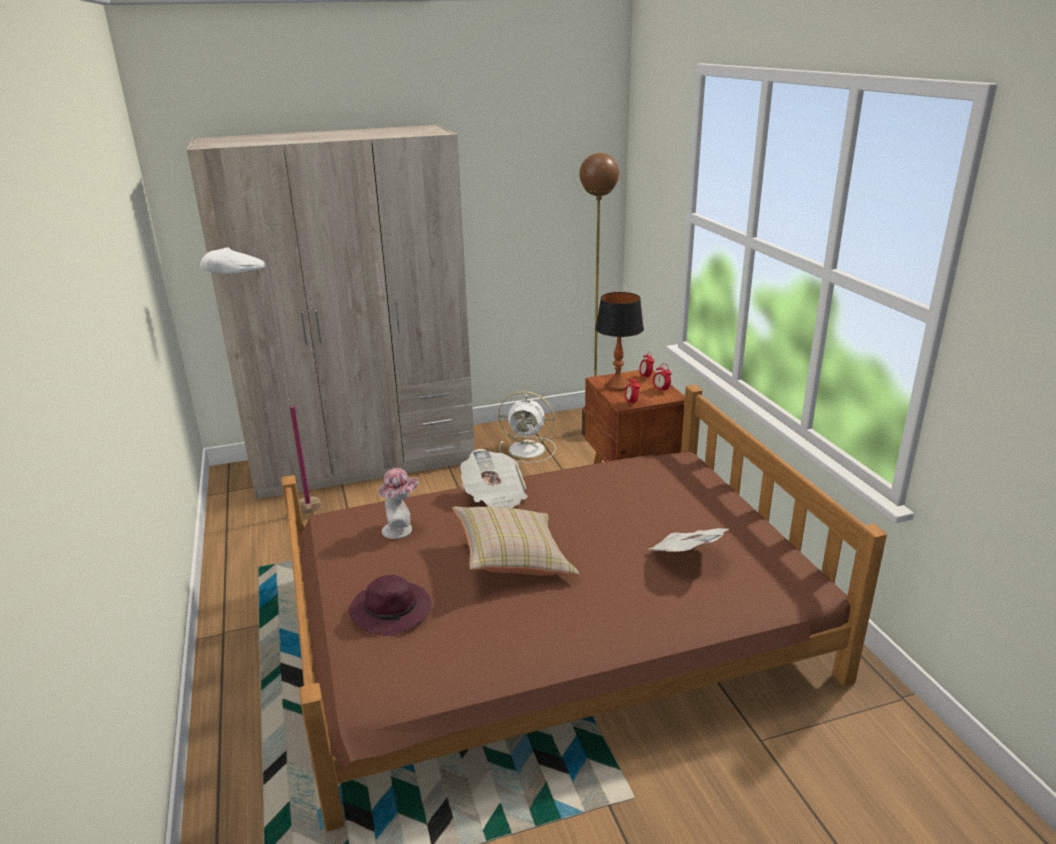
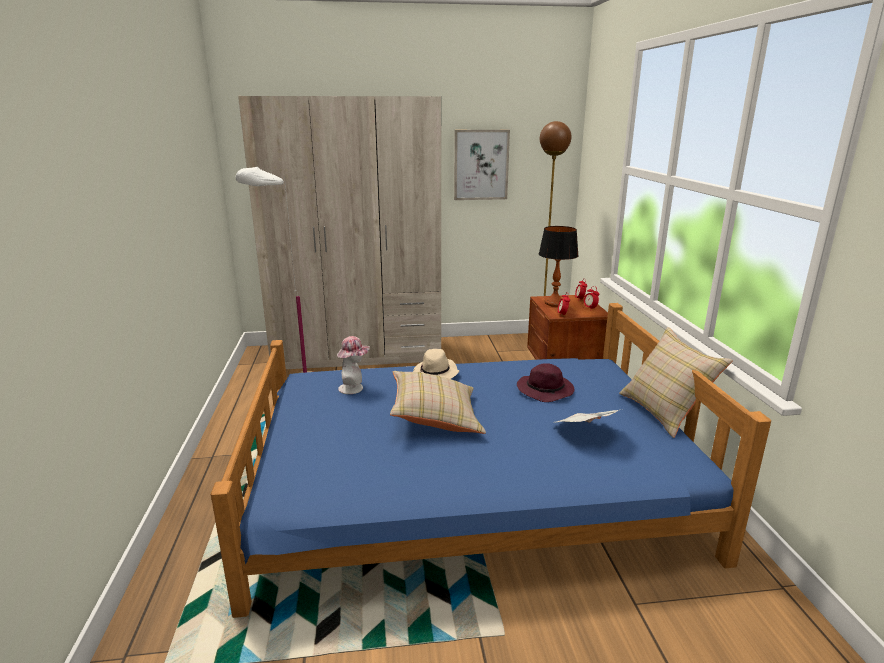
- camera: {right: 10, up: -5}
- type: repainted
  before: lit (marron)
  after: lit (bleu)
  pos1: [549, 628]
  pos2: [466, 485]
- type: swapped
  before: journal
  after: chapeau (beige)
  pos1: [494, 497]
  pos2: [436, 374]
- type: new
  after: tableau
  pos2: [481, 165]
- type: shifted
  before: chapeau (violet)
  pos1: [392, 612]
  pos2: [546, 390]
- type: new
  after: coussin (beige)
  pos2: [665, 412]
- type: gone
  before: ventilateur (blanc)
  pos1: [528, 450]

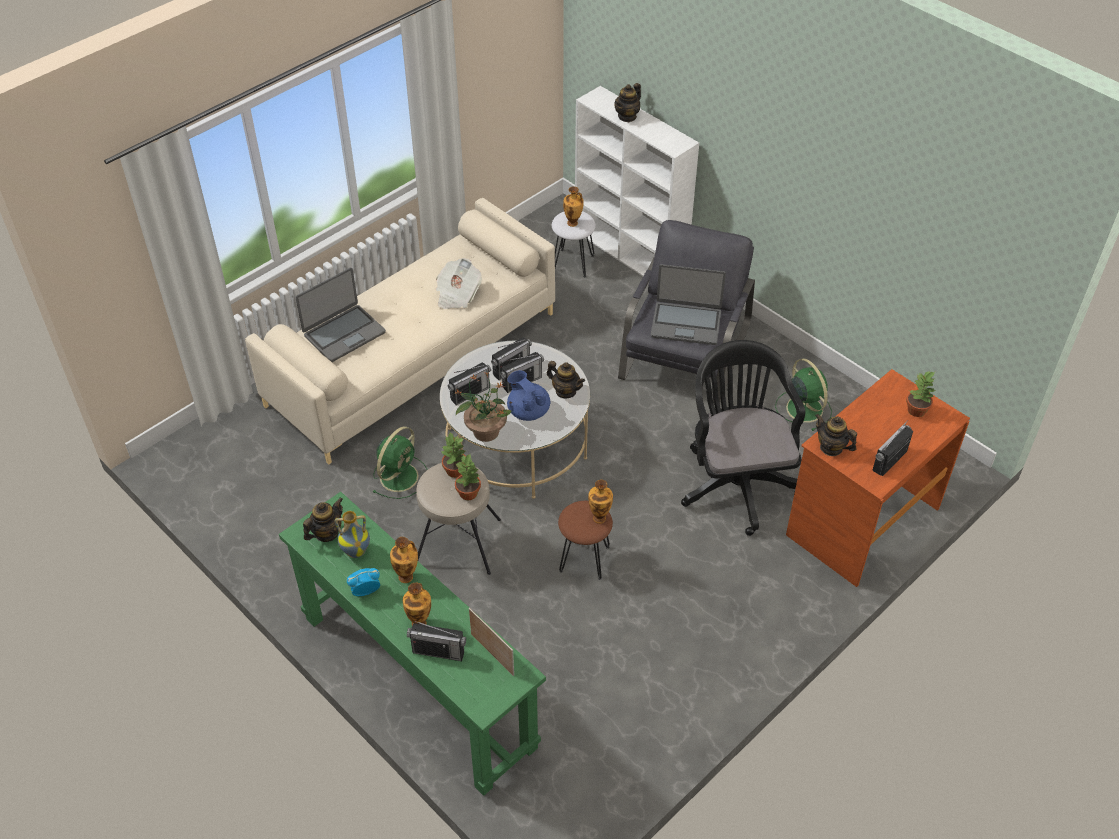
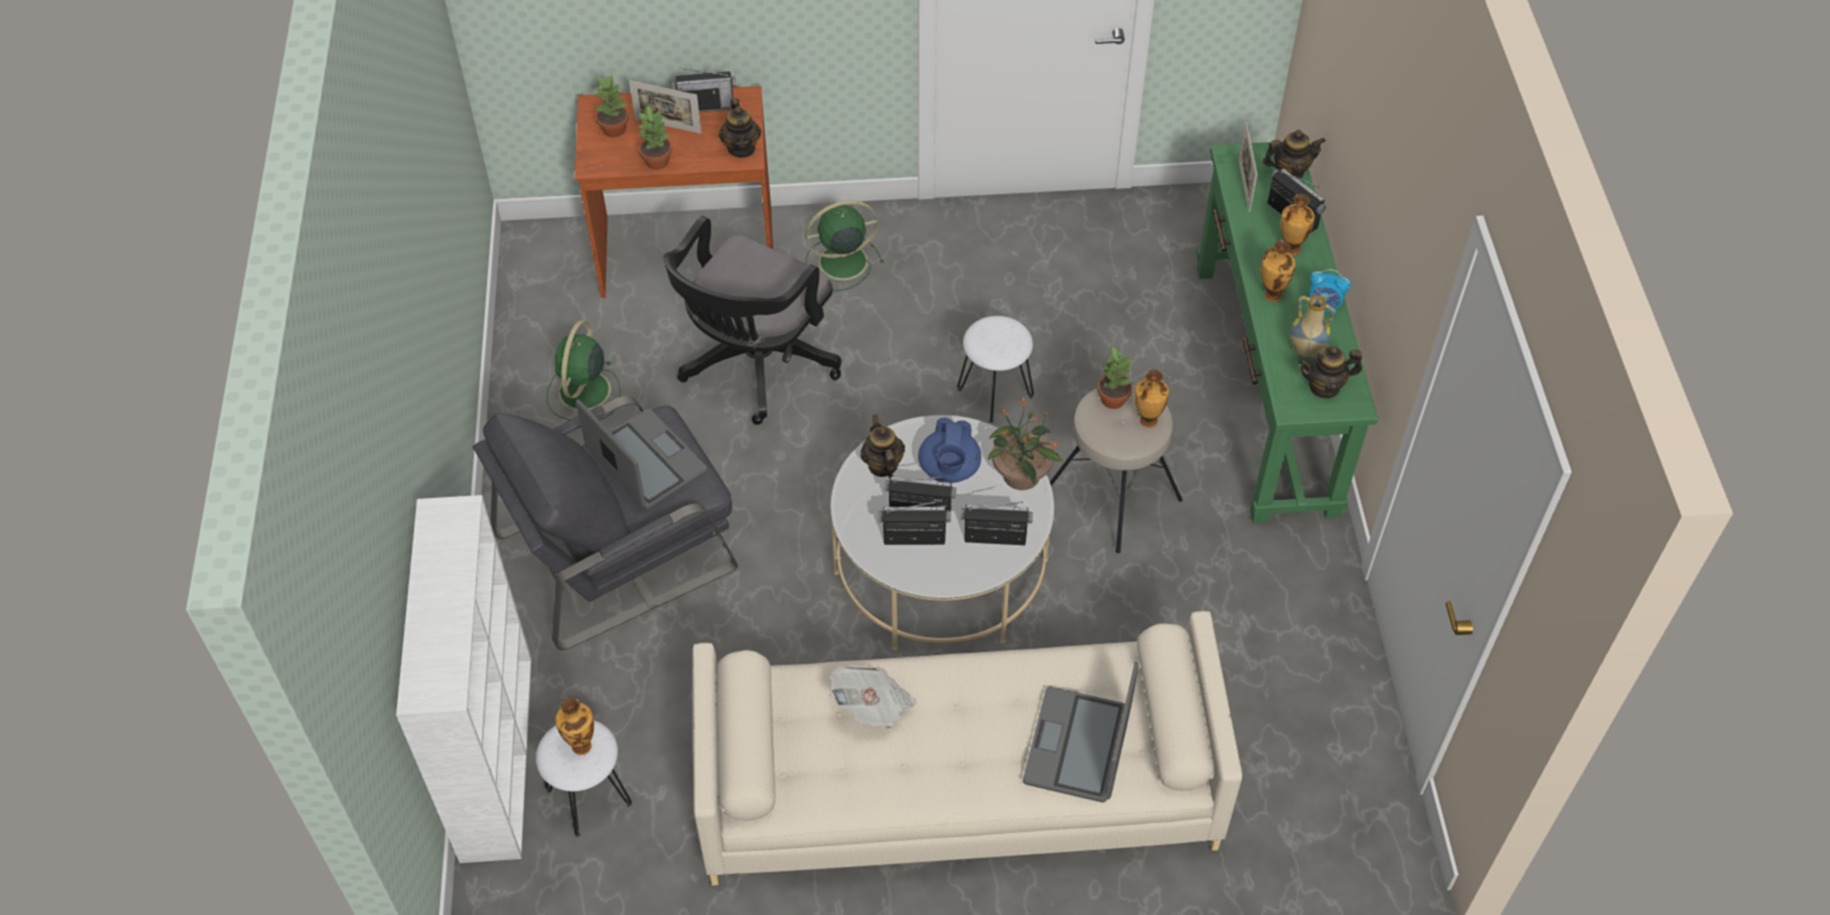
- camera: {right: -140, up: 5}
- type: new
  after: cadre photo
  pos2: [668, 126]
- type: shifted
  before: plante en pot
  pos1: [455, 471]
  pos2: [657, 161]
- type: shifted
  before: ventilateur (vert)
  pos1: [400, 476]
  pos2: [840, 262]
- type: repainted
  before: tabouret (marron)
  after: tabouret (blanc)
  pos1: [584, 559]
  pos2: [995, 392]
- type: rotated
  before: ordinateur portable
  pos1: [344, 333]
  pos2: [1078, 746]
  turn: -75
- type: shifted
  before: vase
  pos1: [599, 517]
  pos2: [1147, 421]
- type: shifted
  before: théière
  pos1: [627, 116]
  pos2: [1289, 171]

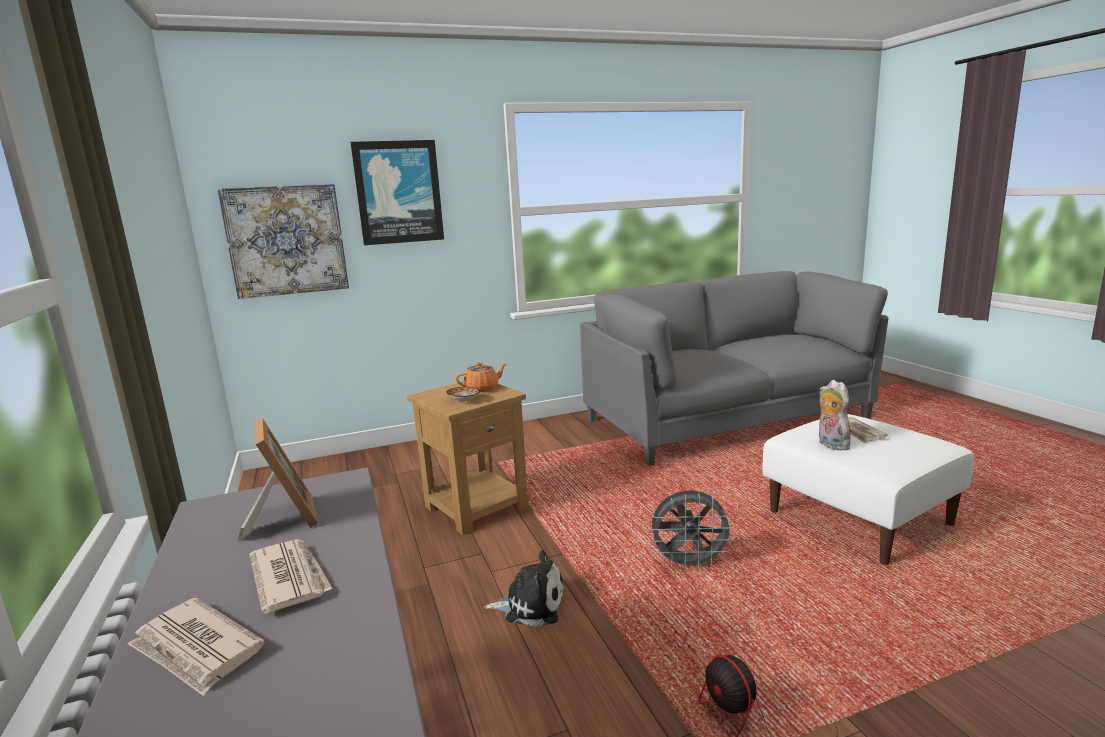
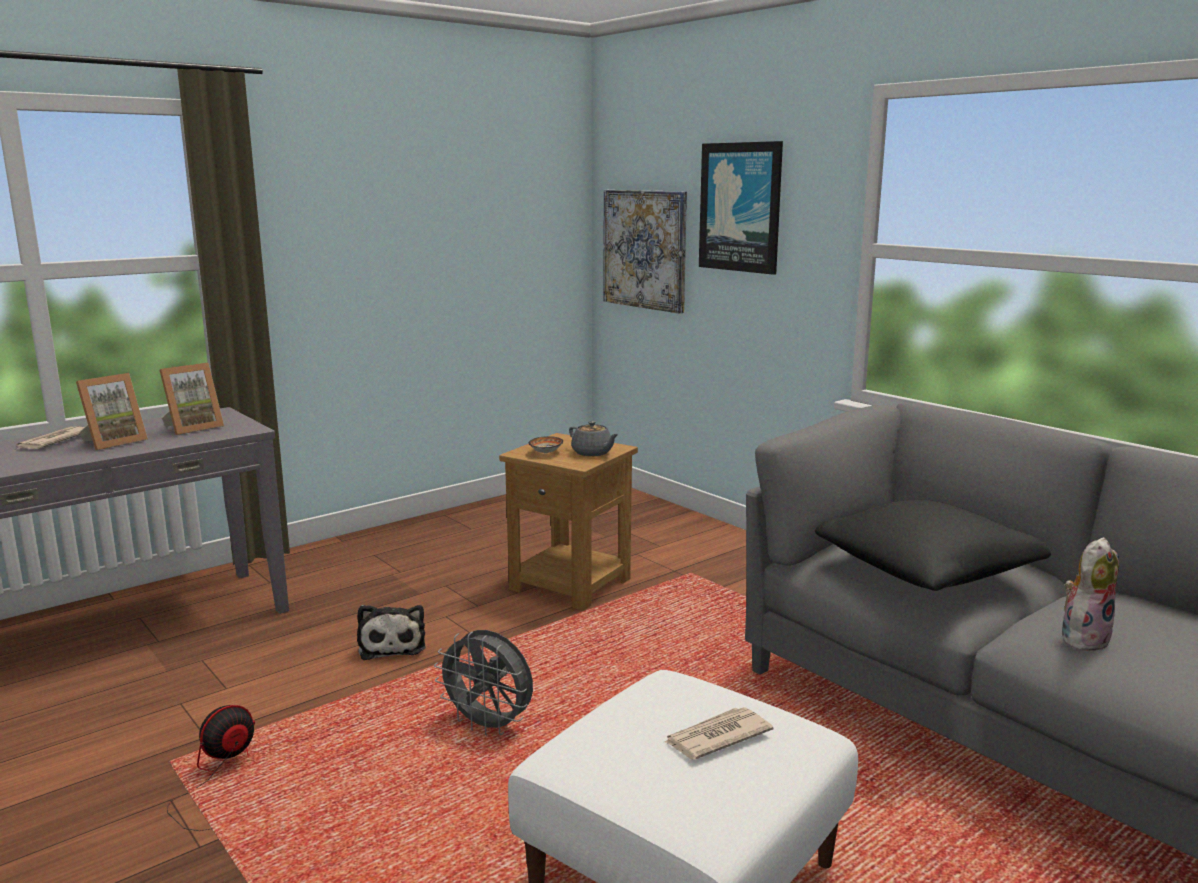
- camera: {right: 70, up: 0}
- type: swapped
  before: journal
  after: cadre photo
  pos1: [290, 577]
  pos2: [113, 442]
- type: rotated
  before: ventilateur (gris)
  pos1: [690, 564]
  pos2: [489, 726]
  turn: -45
- type: repainted
  before: théière (orange)
  after: théière (gris)
  pos1: [482, 388]
  pos2: [592, 453]
- type: new
  after: coussin (noir)
  pos2: [927, 570]
- type: shifted
  before: peluche
  pos1: [830, 444]
  pos2: [1083, 638]

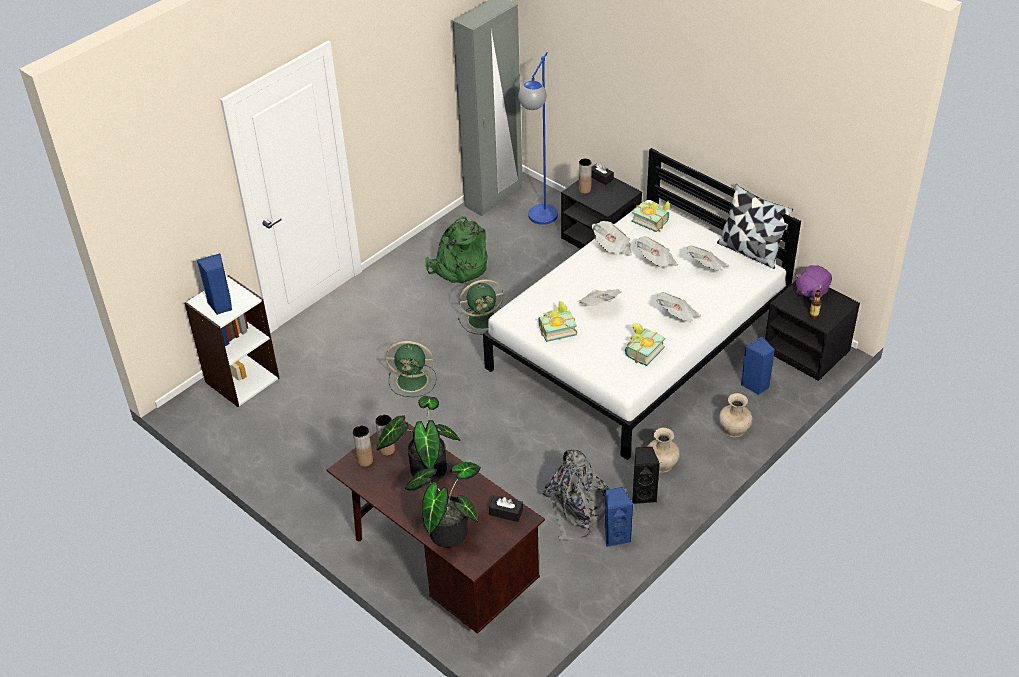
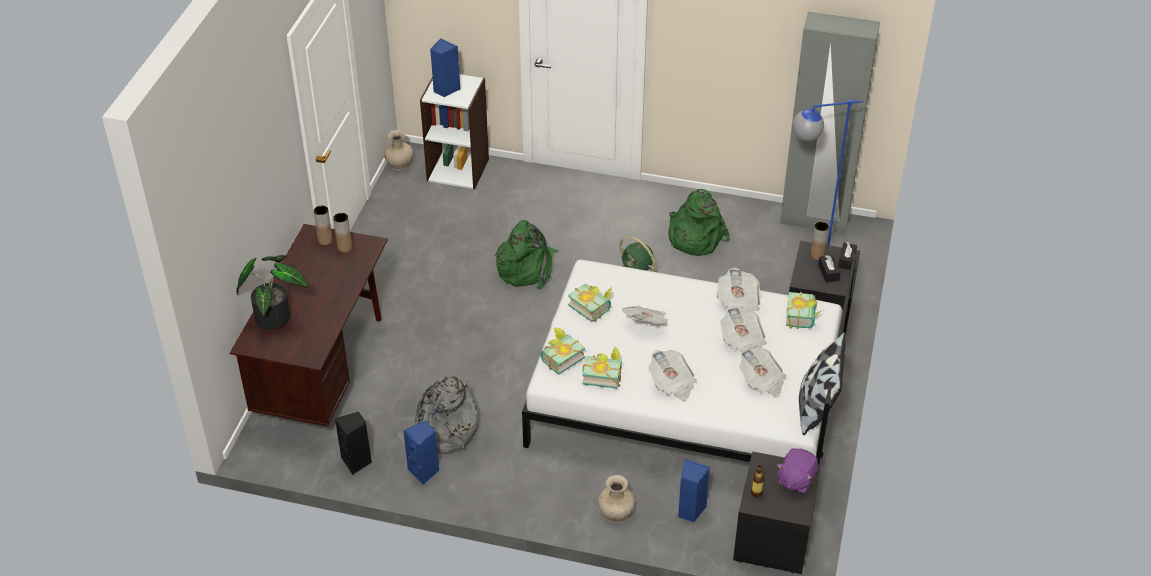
- camera: {right: 60, up: 0}
- type: shifted
  before: enceinte (noir)
  pos1: [643, 494]
  pos2: [357, 462]
- type: shifted
  before: vase (beige)
  pos1: [661, 464]
  pos2: [399, 164]
- type: swapped
  before: ventilateur (vert)
  after: sac à dos (vert)
  pos1: [413, 380]
  pos2: [527, 268]
- type: new
  after: livre
  pos2: [560, 358]
- type: rotated
  before: peluche (violet)
  pos1: [811, 292]
  pos2: [795, 480]
  turn: -75
- type: shifted
  before: boîte à mouchoirs (noir)
  pos1: [506, 512]
  pos2: [828, 272]
- type: gone
  before: plante en pot
  pos1: [424, 468]

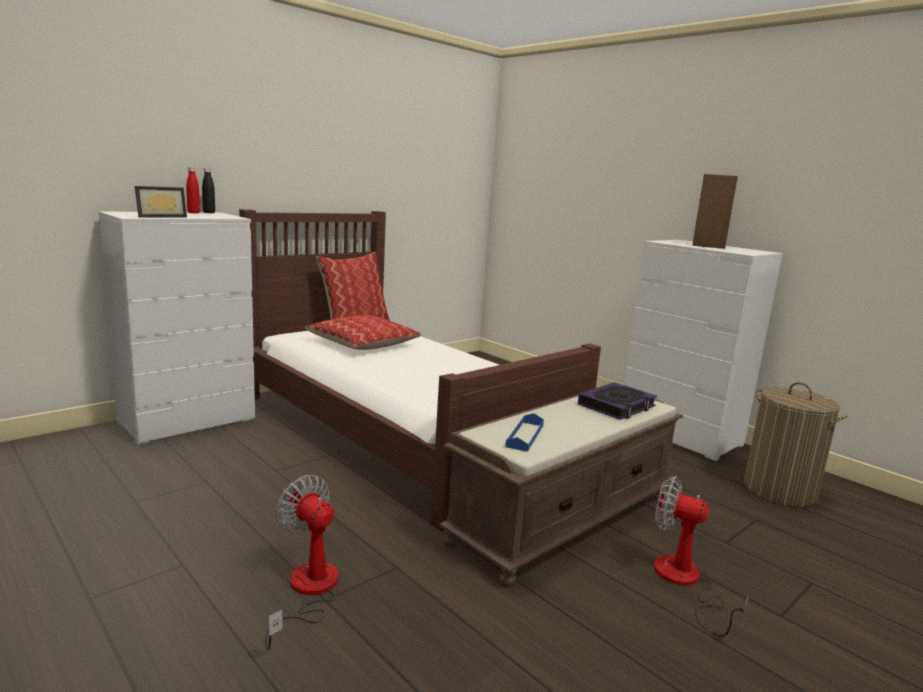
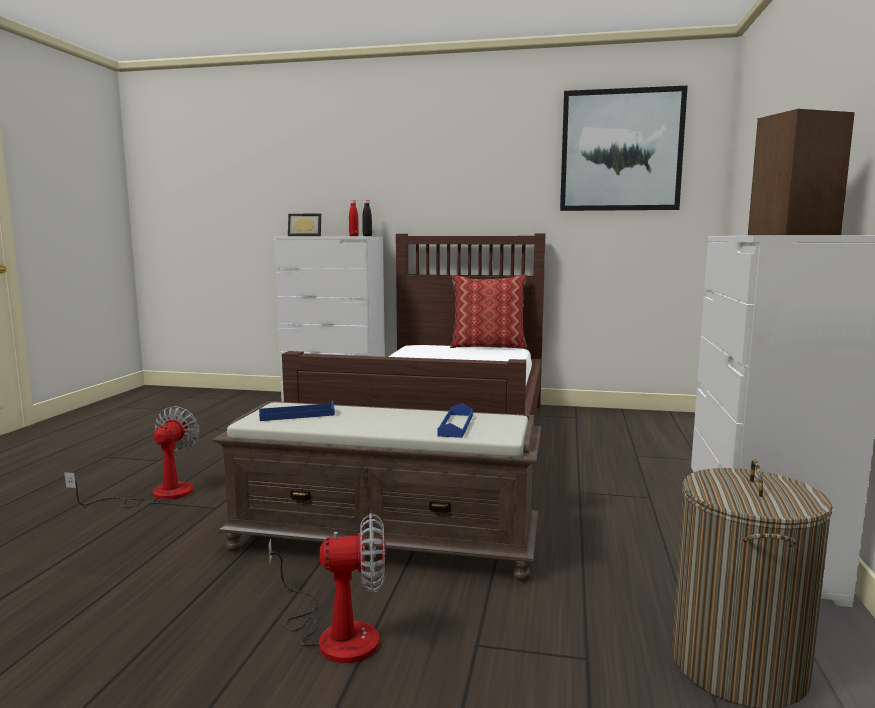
- camera: {right: 55, up: -5}
- type: rotated
  before: ventilateur
  pos1: [684, 582]
  pos2: [335, 633]
  turn: 90
- type: swapped
  before: livre
  after: plateau (bleu)
  pos1: [617, 406]
  pos2: [456, 425]
- type: new
  after: tableau
  pos2: [621, 150]
- type: gone
  before: coussin
  pos1: [362, 343]

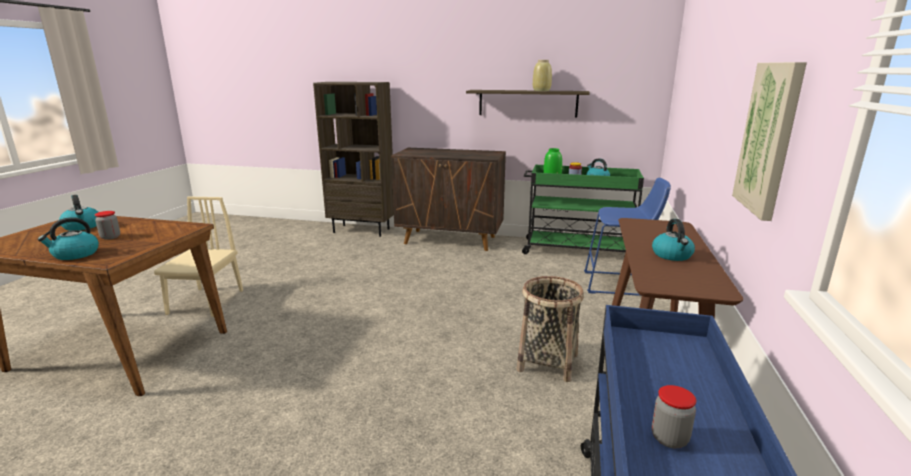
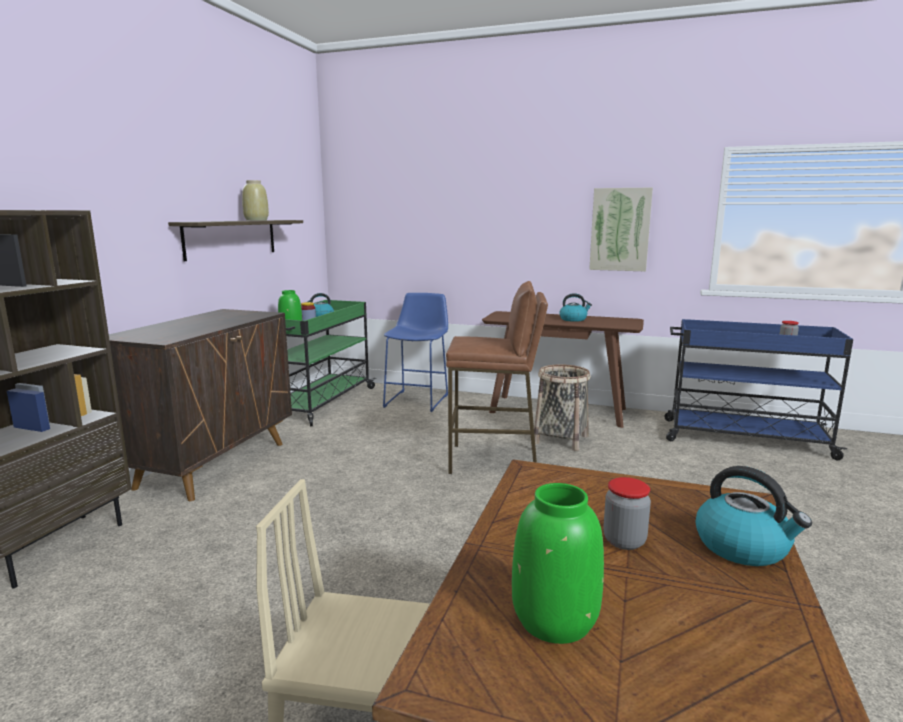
- camera: {right: -85, up: -5}
- type: new
  after: tabouret (marron)
  pos2: [494, 461]
- type: swapped
  before: bouilloire
  after: vase (vert)
  pos1: [83, 226]
  pos2: [553, 619]

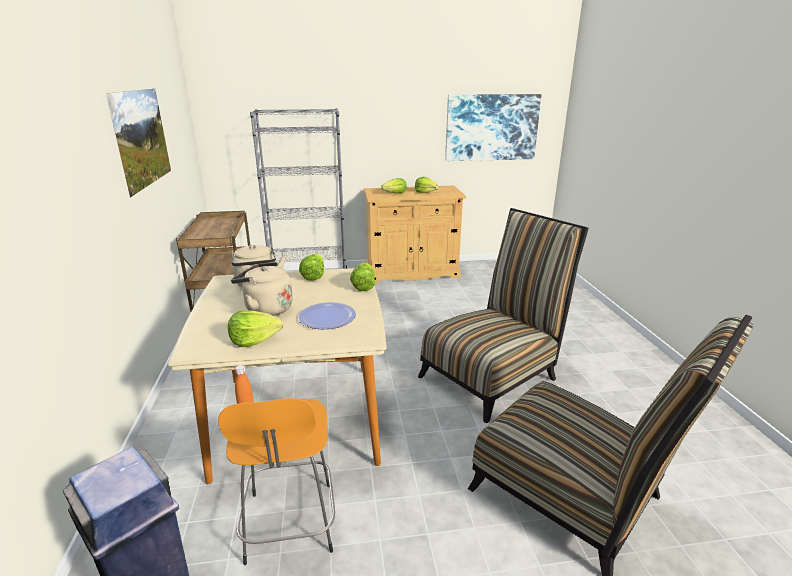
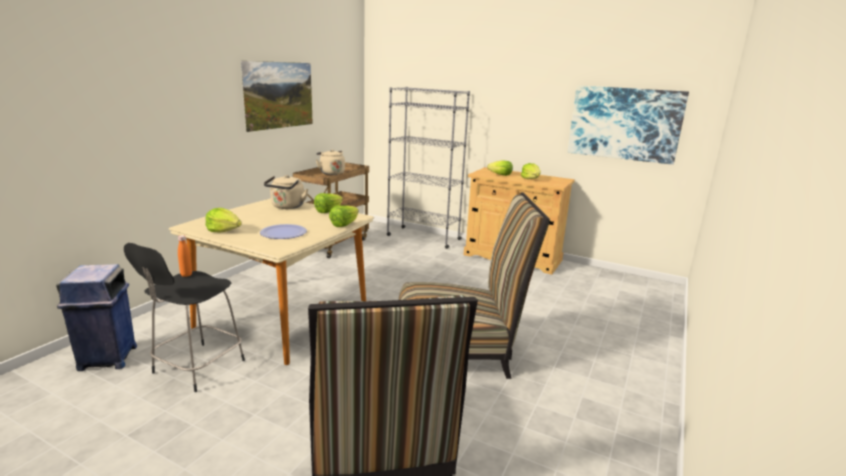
- camera: {right: 35, up: -5}
- type: repainted
  before: tabouret (orange)
  after: tabouret (noir)
  pos1: [290, 525]
  pos2: [196, 368]
- type: shifted
  before: bouilloire (beige)
  pos1: [266, 309]
  pos2: [331, 173]

